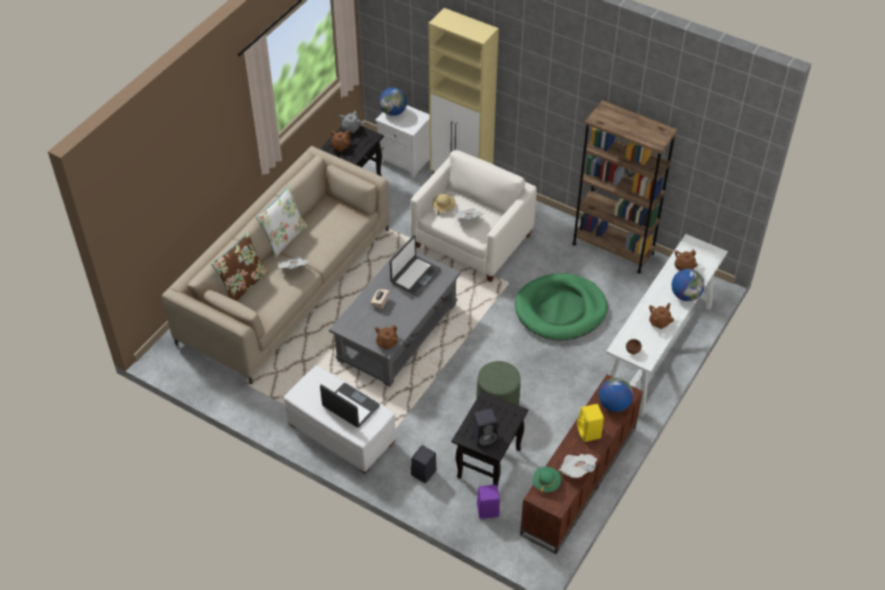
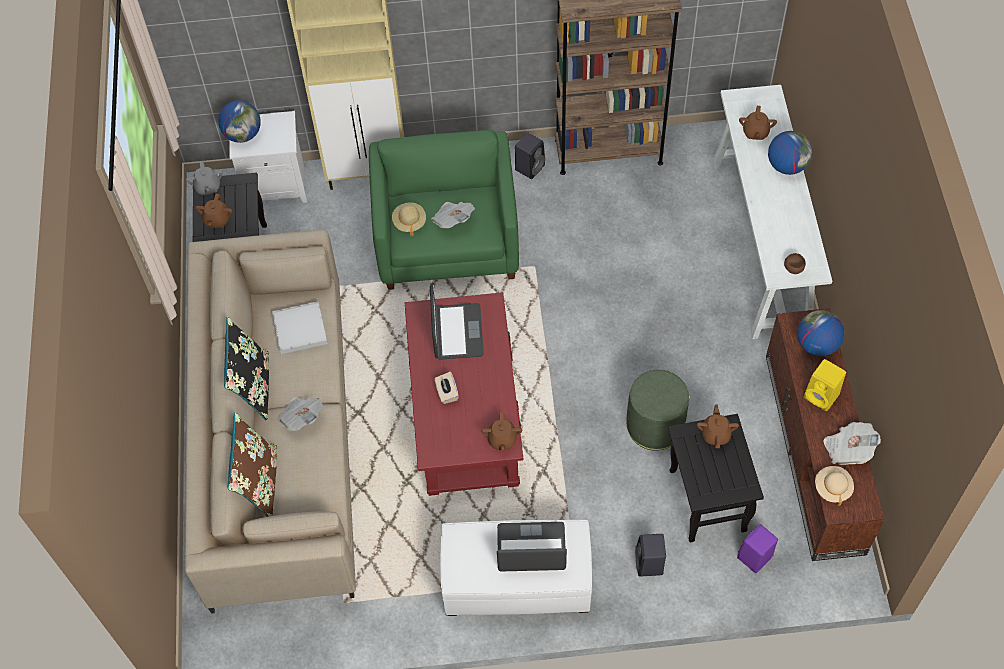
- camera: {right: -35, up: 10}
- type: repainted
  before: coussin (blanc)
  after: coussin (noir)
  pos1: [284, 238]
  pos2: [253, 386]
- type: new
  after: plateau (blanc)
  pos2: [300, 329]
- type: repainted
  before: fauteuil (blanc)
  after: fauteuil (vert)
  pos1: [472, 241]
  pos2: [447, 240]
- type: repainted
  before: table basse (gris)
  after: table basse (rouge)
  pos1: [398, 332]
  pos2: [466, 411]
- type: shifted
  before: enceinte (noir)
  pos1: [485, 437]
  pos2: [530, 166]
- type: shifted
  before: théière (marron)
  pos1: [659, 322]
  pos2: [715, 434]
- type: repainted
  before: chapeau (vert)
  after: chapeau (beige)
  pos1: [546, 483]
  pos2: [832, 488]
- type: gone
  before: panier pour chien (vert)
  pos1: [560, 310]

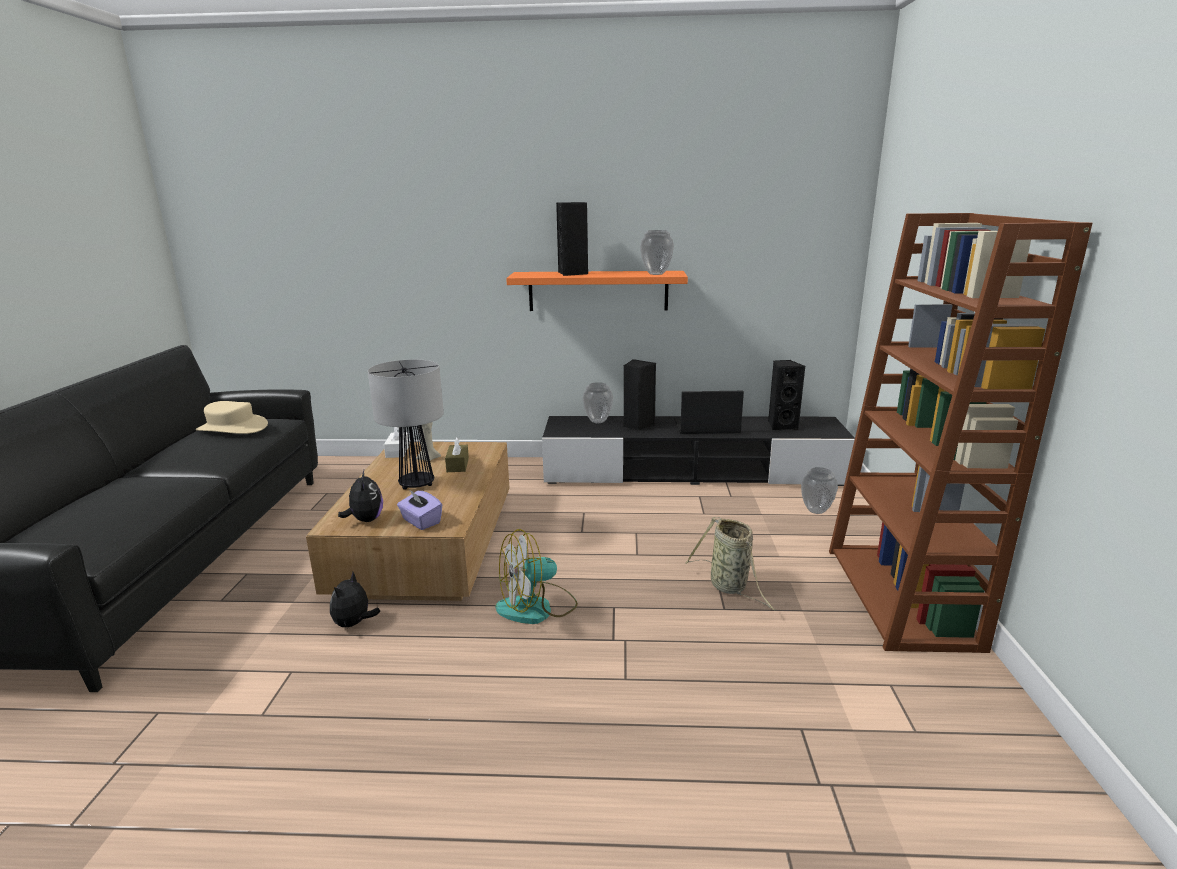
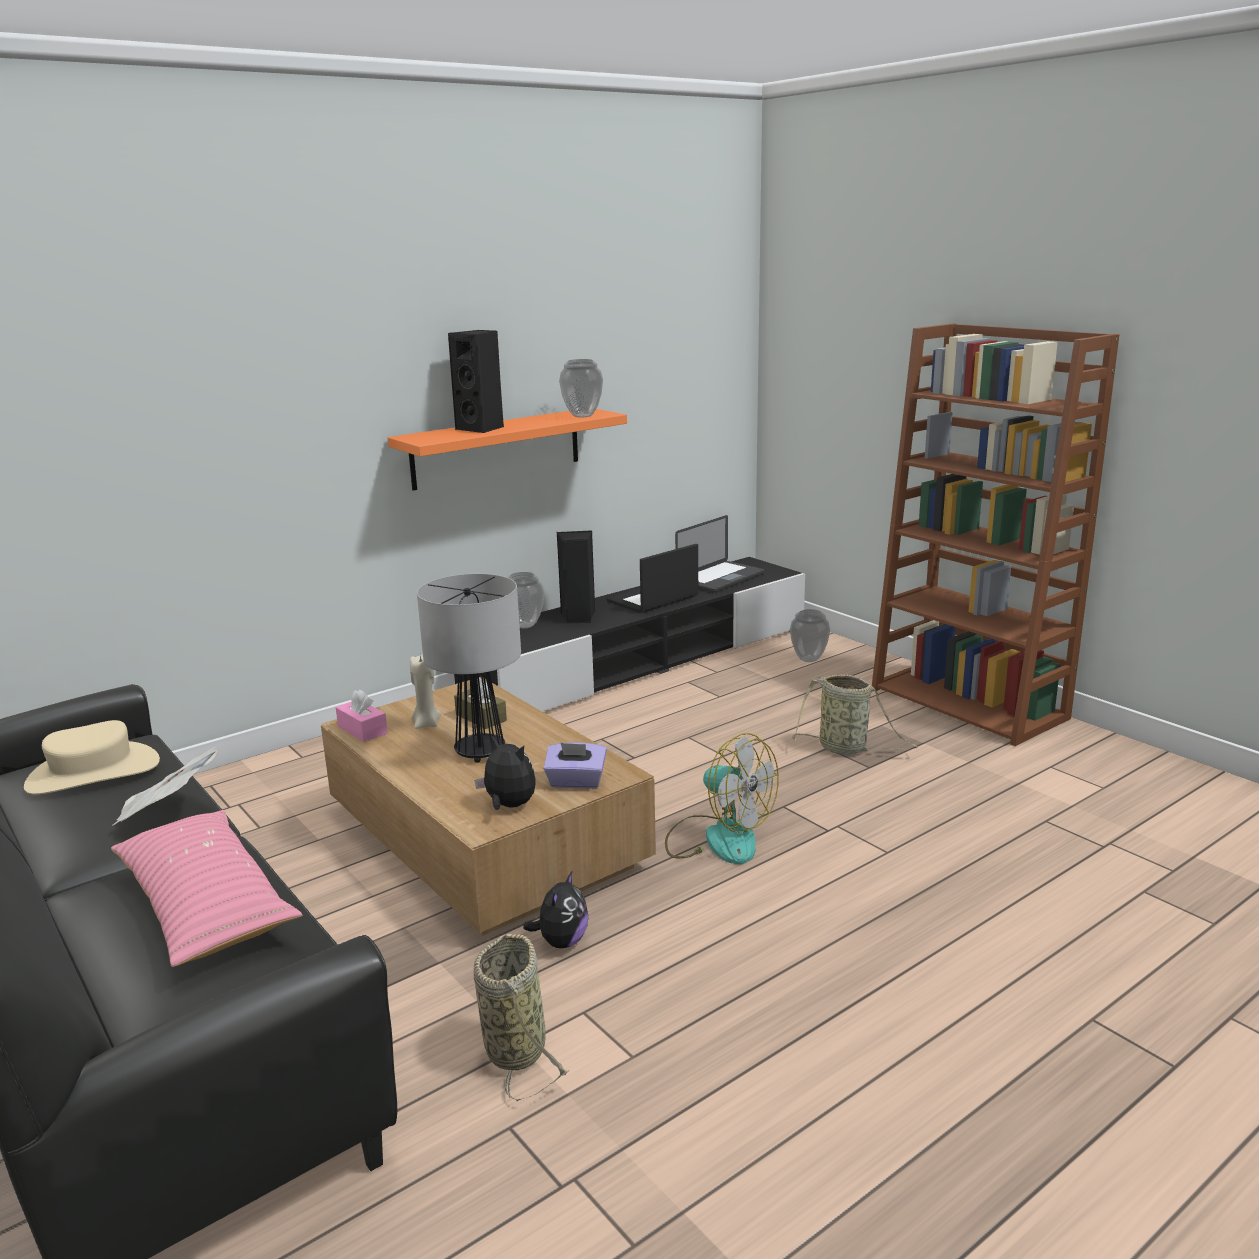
- camera: {right: -40, up: 0}
- type: new
  after: coussin (rose)
  pos2: [205, 905]
- type: new
  after: journal
  pos2: [169, 811]
- type: repainted
  before: boîte à mouchoirs (blanc)
  after: boîte à mouchoirs (rose)
  pos1: [398, 451]
  pos2: [362, 730]
- type: new
  after: panier
  pos2: [515, 1046]
- type: rotated
  before: peluche
  pos1: [354, 624]
  pos2: [561, 942]
  turn: -135
- type: rotated
  before: ventilateur
  pos1: [537, 607]
  pos2: [718, 838]
  turn: -75
- type: swapped
  before: enceinte (noir)
  after: ordinateur portable
  pos1: [781, 426]
  pos2: [720, 578]

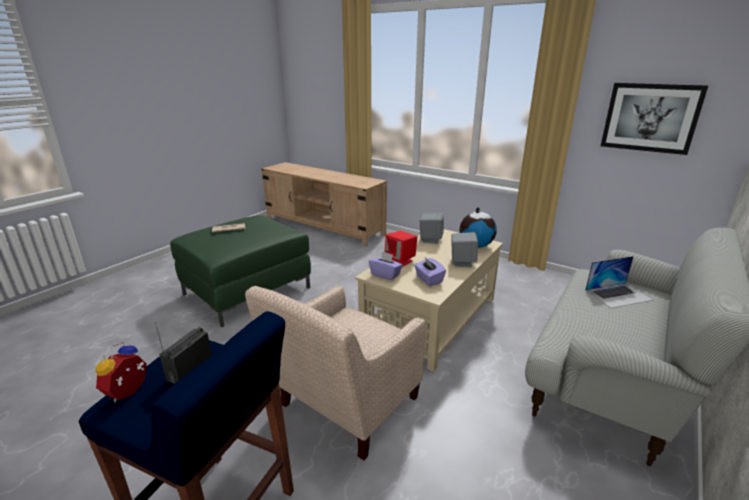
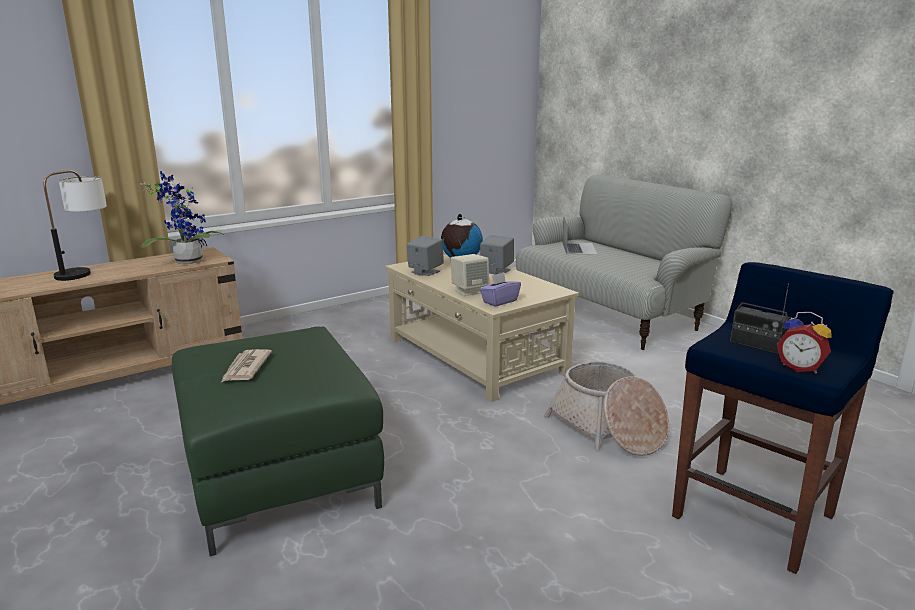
- camera: {right: -70, up: -5}
- type: new
  after: lampe de table
  pos2: [87, 271]
- type: new
  after: plante en pot
  pos2: [187, 261]
- type: repainted
  before: enceinte (rouge)
  after: enceinte (beige)
  pos1: [400, 261]
  pos2: [469, 291]
- type: swapped
  before: fauteuil (beige)
  after: panier
  pos1: [343, 406]
  pos2: [608, 429]
- type: gone
  before: boîte à mouchoirs (violet)
  pos1: [428, 279]
- type: gone
  before: tableau
  pos1: [650, 117]

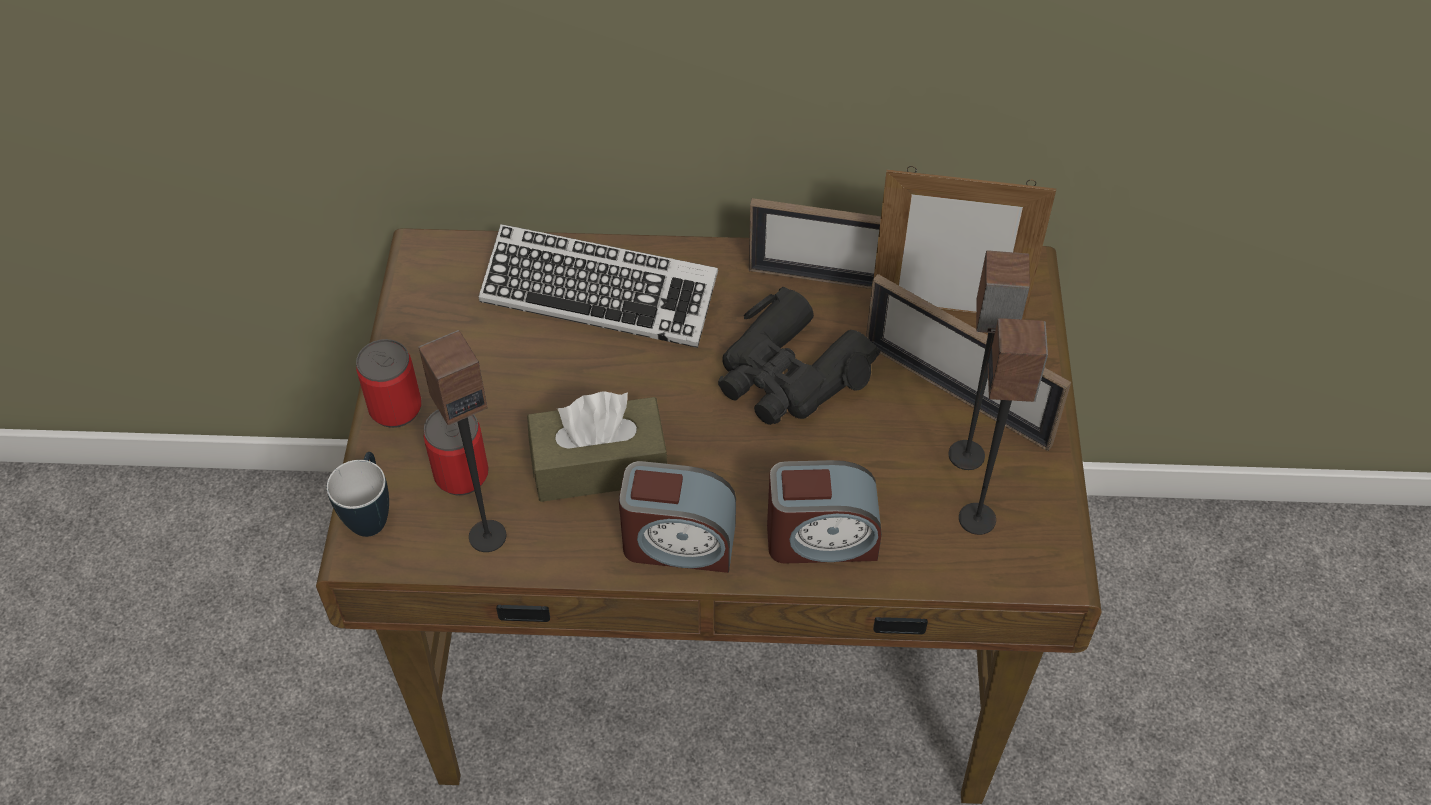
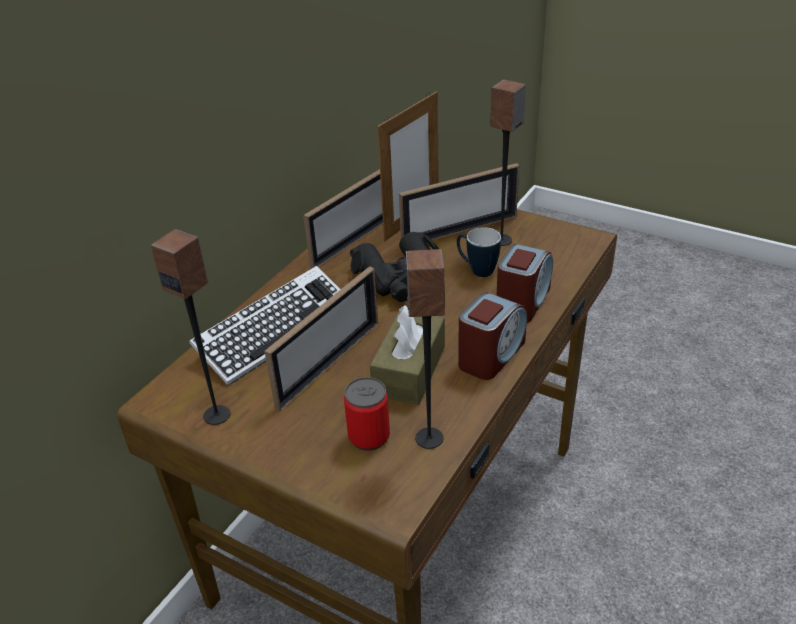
- camera: {right: -60, up: -15}
- type: shifted
  before: enceinte
  pos1: [978, 519]
  pos2: [217, 414]
- type: new
  after: cadre photo
  pos2: [329, 364]
- type: shifted
  before: mug
  pos1: [371, 514]
  pos2: [476, 270]
- type: gone
  before: boîte métallique
  pos1: [395, 408]

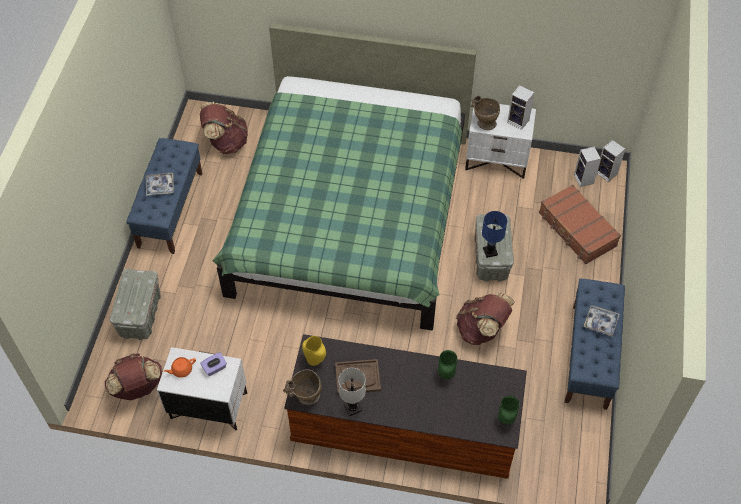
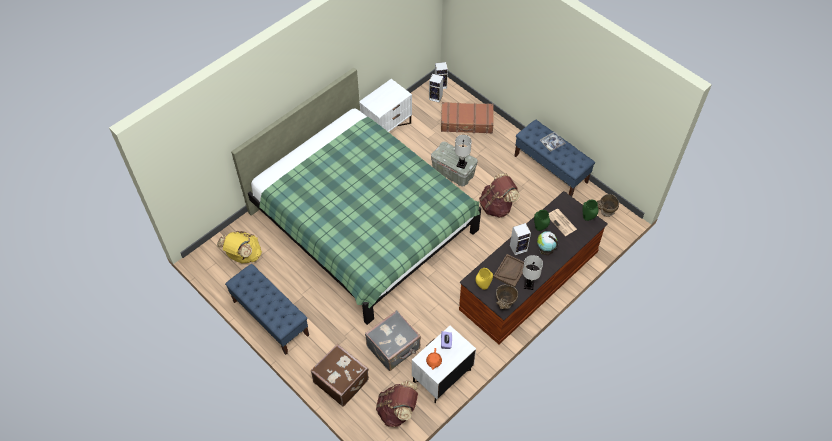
- camera: {right: -55, up: 0}
- type: repainted
  before: sac à dos (marron)
  after: sac à dos (jaune)
  pos1: [226, 142]
  pos2: [243, 256]
- type: swapped
  before: boîte de rangement (gris)
  after: valise (marron)
  pos1: [140, 314]
  pos2: [341, 380]
- type: new
  after: valise (gris)
  pos2: [394, 348]
- type: repainted
  before: lampe de table (bleu)
  after: lampe de table (blanc)
  pos1: [490, 251]
  pos2: [461, 164]
- type: shifted
  before: enceinte
  pos1: [519, 121]
  pos2: [519, 247]
- type: new
  after: globe
  pos2: [545, 249]
- type: new
  after: journal
  pos2: [562, 222]
- type: shifted
  before: vase (beige)
  pos1: [483, 123]
  pos2: [605, 212]
- type: gone
  before: plateau
  pos1: [160, 186]

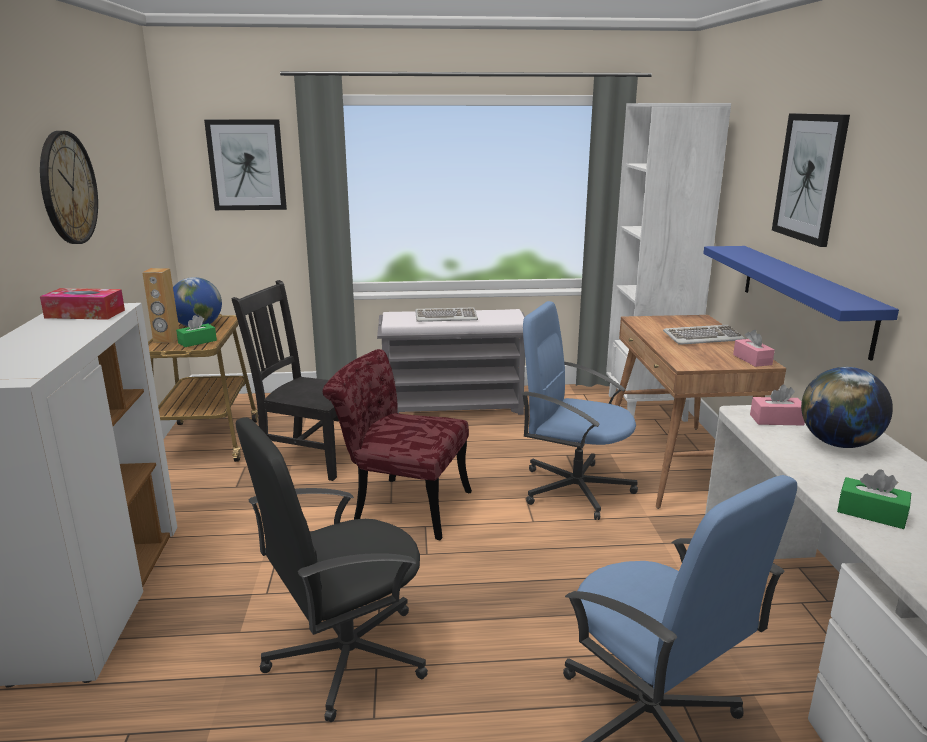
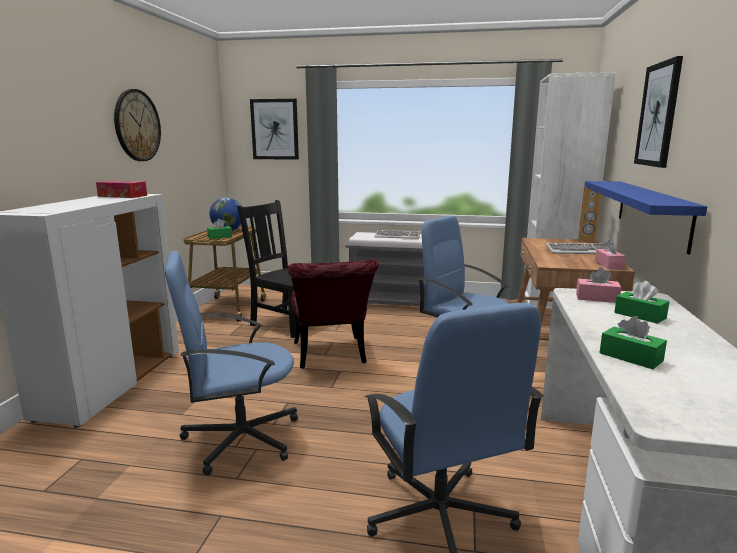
- camera: {right: 15, up: -5}
- type: repainted
  before: chaise de bureau (noir)
  after: chaise de bureau (bleu)
  pos1: [344, 656]
  pos2: [239, 438]
- type: rotated
  before: chaise (rouge)
  pos1: [401, 505]
  pos2: [331, 356]
  turn: -135
- type: shifted
  before: enceinte (marron)
  pos1: [166, 340]
  pos2: [586, 241]
- type: swapped
  before: globe
  after: boîte à mouchoirs (vert)
  pos1: [838, 444]
  pos2: [640, 315]

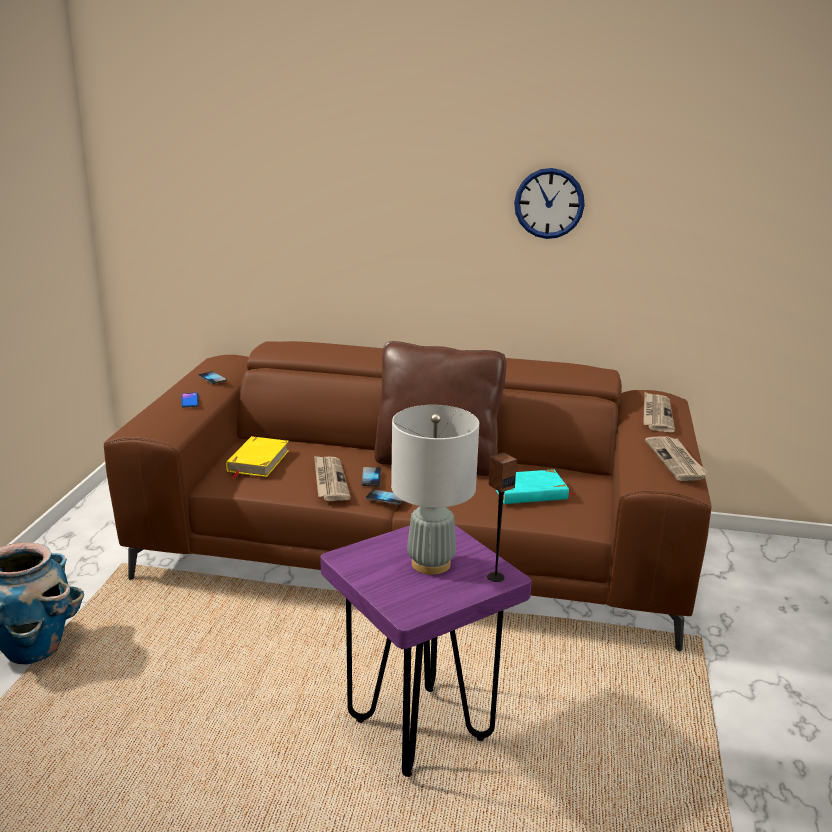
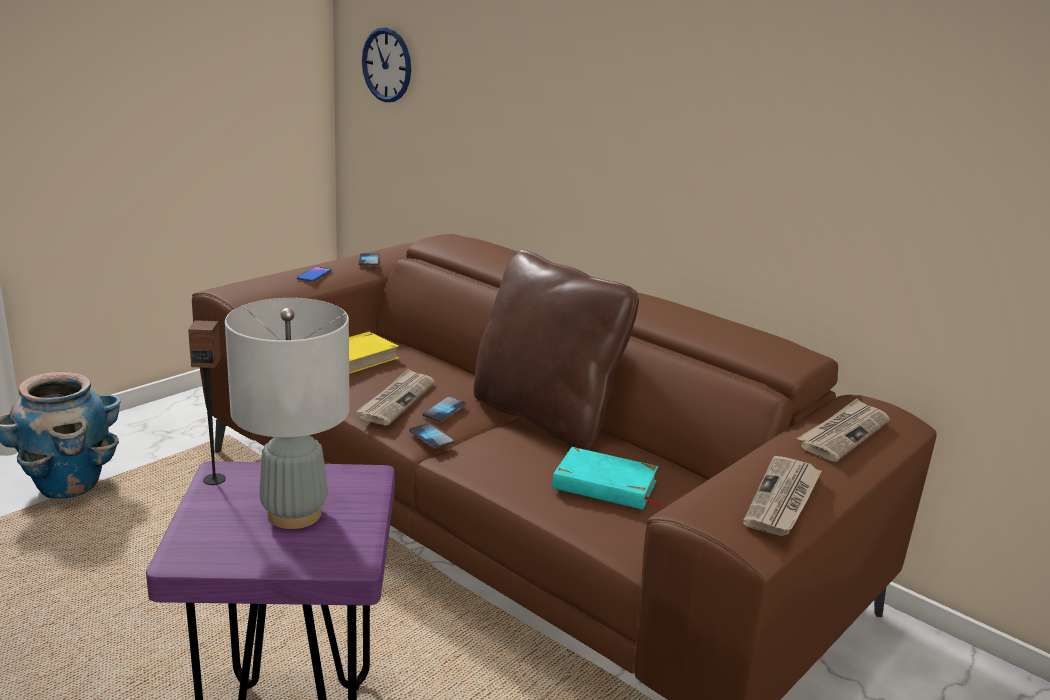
- camera: {right: 30, up: 0}
- type: shifted
  before: enceinte
  pos1: [495, 577]
  pos2: [214, 479]
- type: shifted
  before: horloge murale
  pos1: [549, 203]
  pos2: [387, 65]

